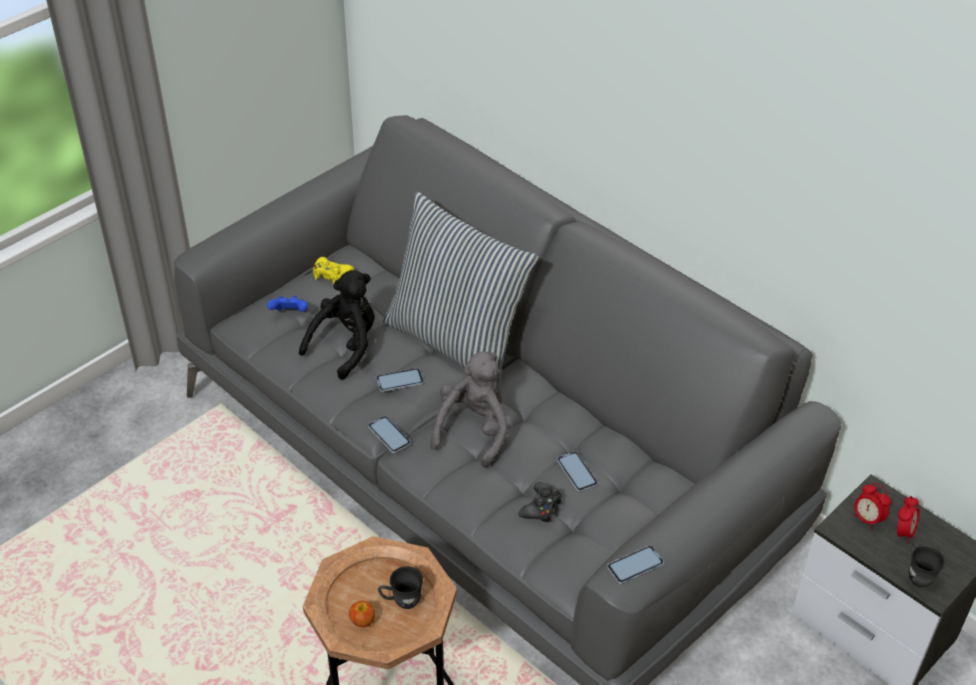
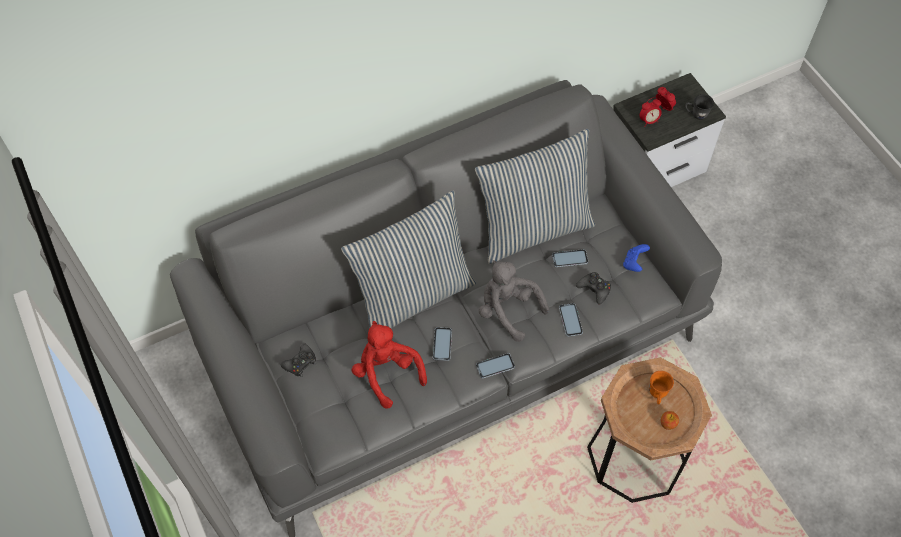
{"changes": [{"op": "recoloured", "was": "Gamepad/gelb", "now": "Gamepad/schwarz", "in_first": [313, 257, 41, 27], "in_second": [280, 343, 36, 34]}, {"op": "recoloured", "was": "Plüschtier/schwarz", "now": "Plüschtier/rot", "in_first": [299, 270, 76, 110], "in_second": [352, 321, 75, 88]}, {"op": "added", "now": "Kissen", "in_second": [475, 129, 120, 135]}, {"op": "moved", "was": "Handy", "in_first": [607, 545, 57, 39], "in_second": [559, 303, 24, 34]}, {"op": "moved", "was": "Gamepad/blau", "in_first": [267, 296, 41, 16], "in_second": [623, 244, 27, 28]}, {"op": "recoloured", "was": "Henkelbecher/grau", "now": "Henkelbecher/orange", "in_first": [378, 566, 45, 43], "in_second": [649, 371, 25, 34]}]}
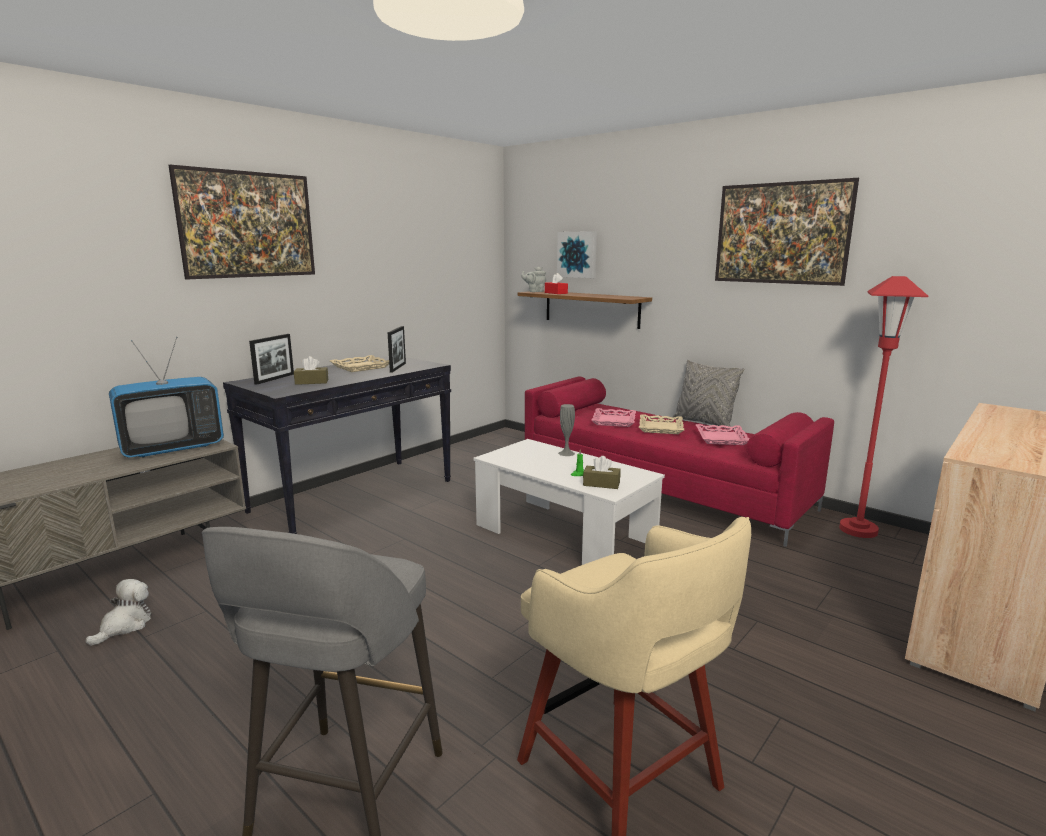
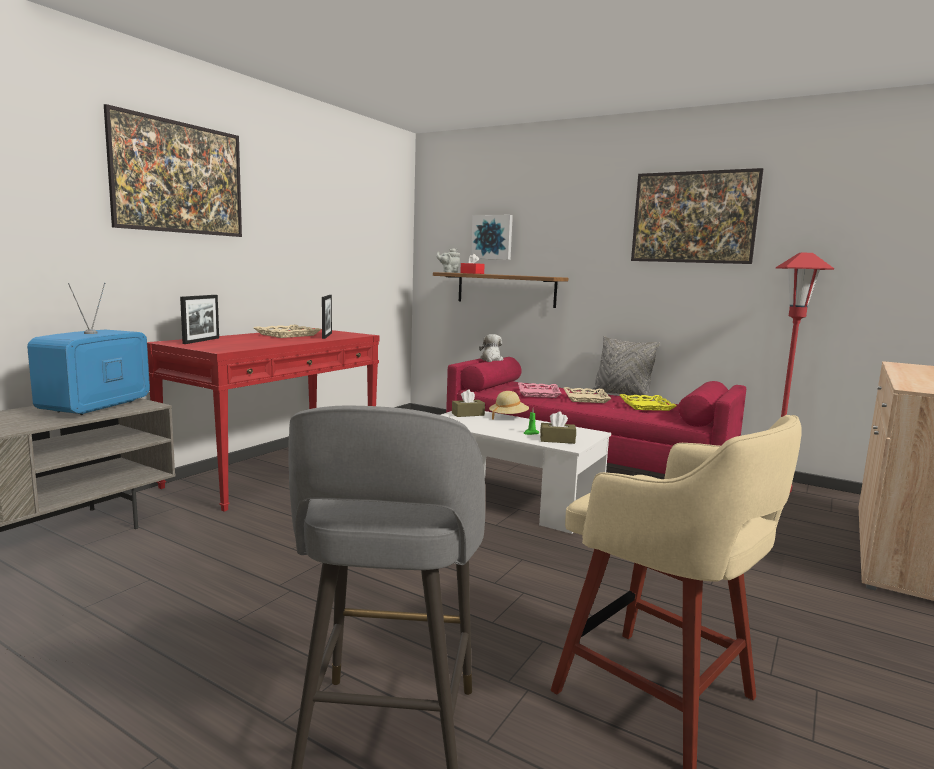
{"changes": [{"op": "turned", "was": "Fernseher", "in_first": [109, 337, 115, 120], "in_second": [27, 283, 123, 132], "clockwise": 150}, {"op": "recoloured", "was": "Konsolentisch/schwarz", "now": "Konsolentisch/rot", "in_first": [223, 356, 228, 178], "in_second": [147, 328, 233, 184]}, {"op": "moved", "was": "Taschentuchbox/braun", "in_first": [294, 356, 34, 29], "in_second": [452, 389, 33, 28]}, {"op": "moved", "was": "Plüschtier", "in_first": [85, 579, 66, 67], "in_second": [479, 334, 24, 28]}, {"op": "replaced", "was": "Vase/grau", "now": "Hut/beige", "in_first": [558, 404, 17, 52], "in_second": [489, 391, 40, 29]}, {"op": "recoloured", "was": "Tablett/rosa", "now": "Tablett/gelb", "in_first": [696, 424, 54, 21], "in_second": [620, 394, 57, 17]}]}
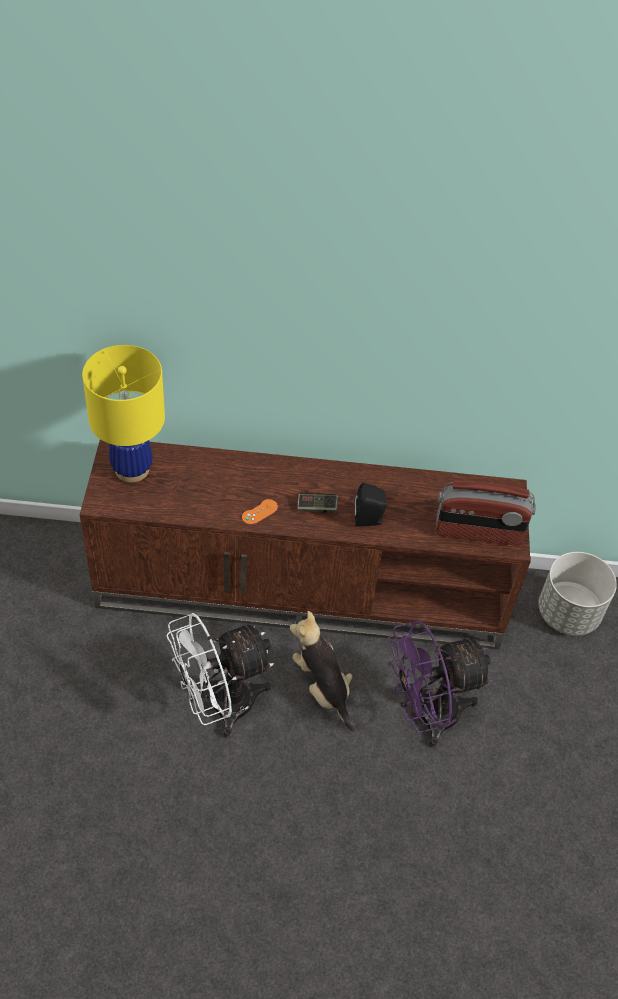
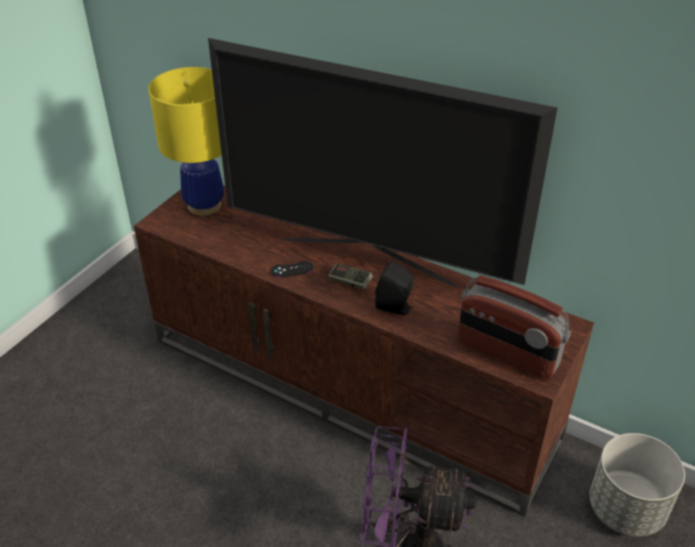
{"changes": [{"op": "added", "now": "Fernseher", "in_second": [208, 38, 349, 250]}, {"op": "recoloured", "was": "Gamepad/orange", "now": "Gamepad/schwarz", "in_first": [242, 499, 36, 26], "in_second": [271, 261, 42, 17]}, {"op": "removed", "was": "Ventilator/weiß", "in_first": [167, 613, 107, 125]}, {"op": "removed", "was": "Plüschtier", "in_first": [290, 611, 68, 121]}]}
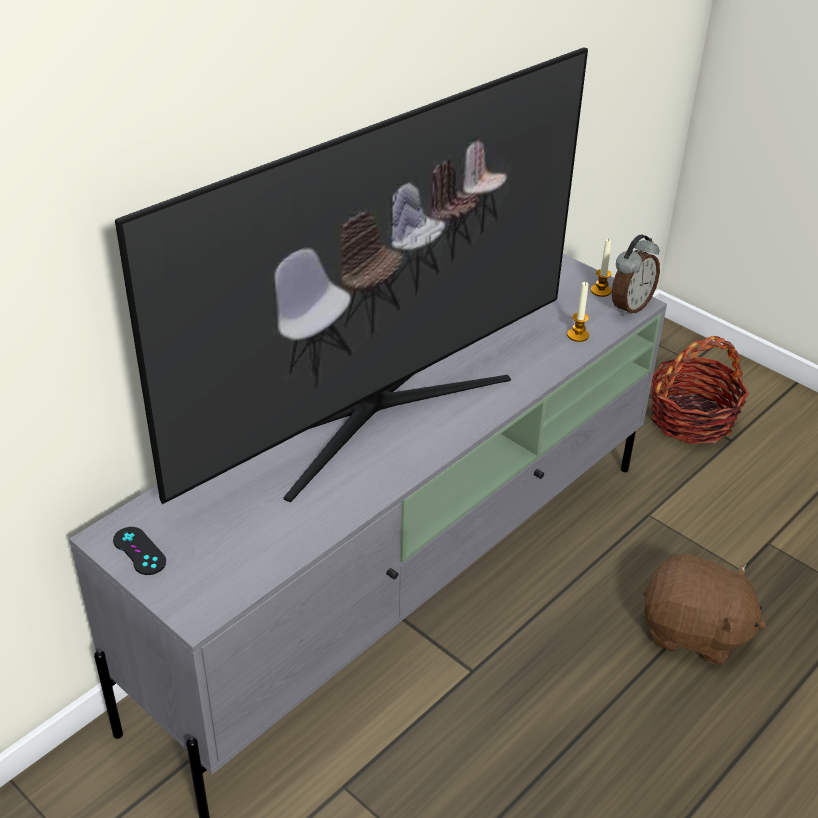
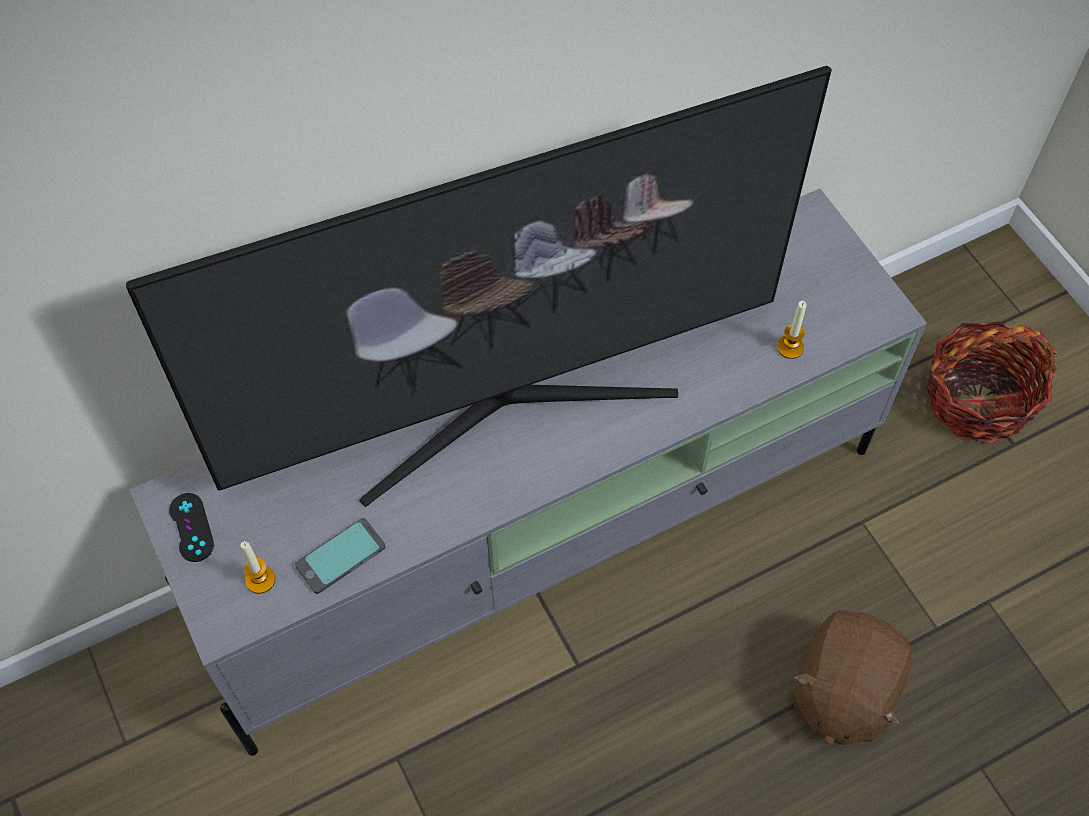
{"changes": [{"op": "moved", "was": "Kerze", "in_first": [591, 239, 21, 58], "in_second": [240, 541, 35, 53]}, {"op": "added", "now": "Handy", "in_second": [295, 518, 91, 76]}, {"op": "turned", "was": "Plüschtier/braun", "in_first": [643, 554, 124, 111], "in_second": [793, 610, 119, 136], "clockwise": 75}, {"op": "removed", "was": "Wecker", "in_first": [612, 234, 48, 83]}]}
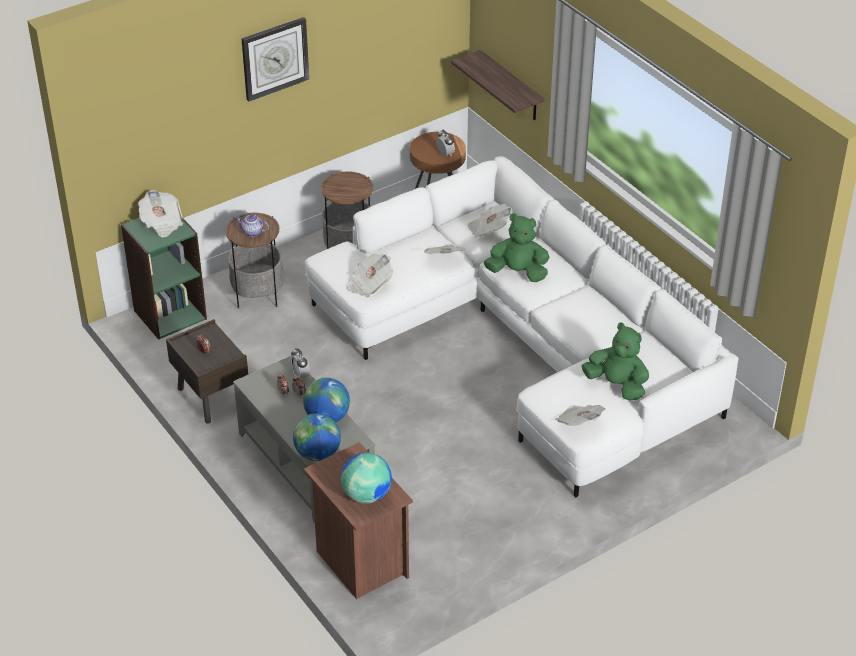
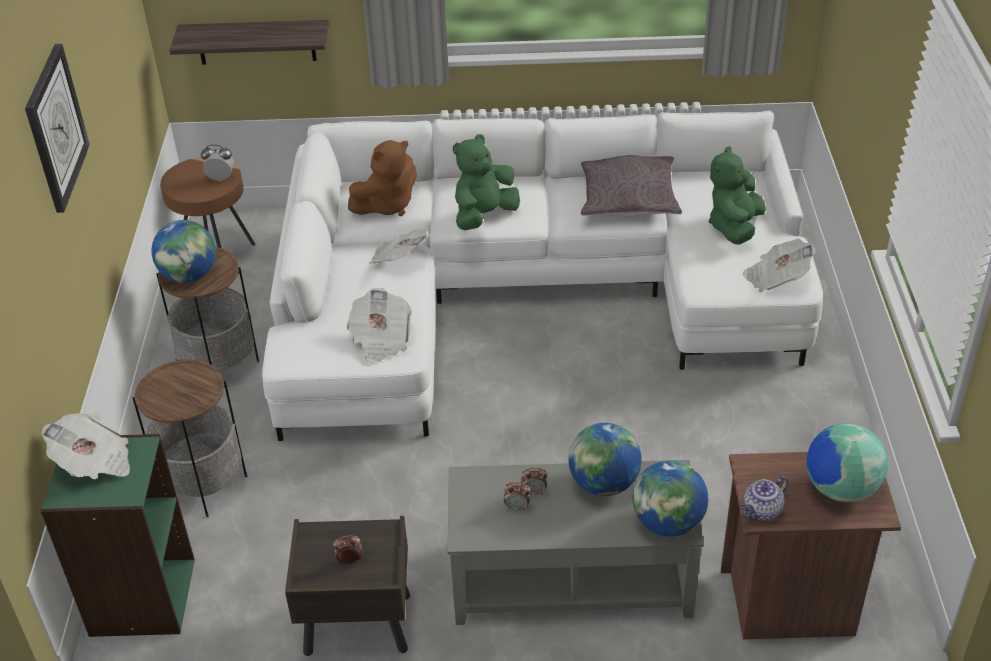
{"changes": [{"op": "added", "now": "Globus", "in_second": [152, 220, 64, 63]}, {"op": "replaced", "was": "Zeitung", "now": "Plüschtier/braun", "in_first": [467, 204, 46, 34], "in_second": [348, 140, 69, 76]}, {"op": "added", "now": "Kissen/grau", "in_second": [581, 155, 101, 62]}, {"op": "turned", "was": "Plüschtier/grün", "in_first": [582, 323, 67, 78], "in_second": [709, 146, 57, 99], "clockwise": -45}, {"op": "moved", "was": "Teekanne", "in_first": [235, 215, 34, 22], "in_second": [742, 476, 46, 45]}, {"op": "removed", "was": "Wecker", "in_first": [291, 348, 19, 30]}]}
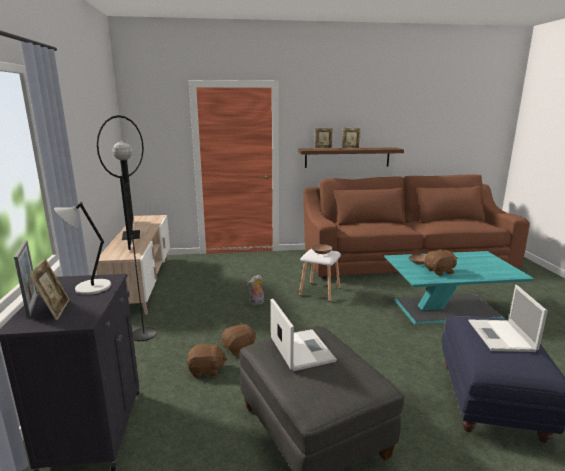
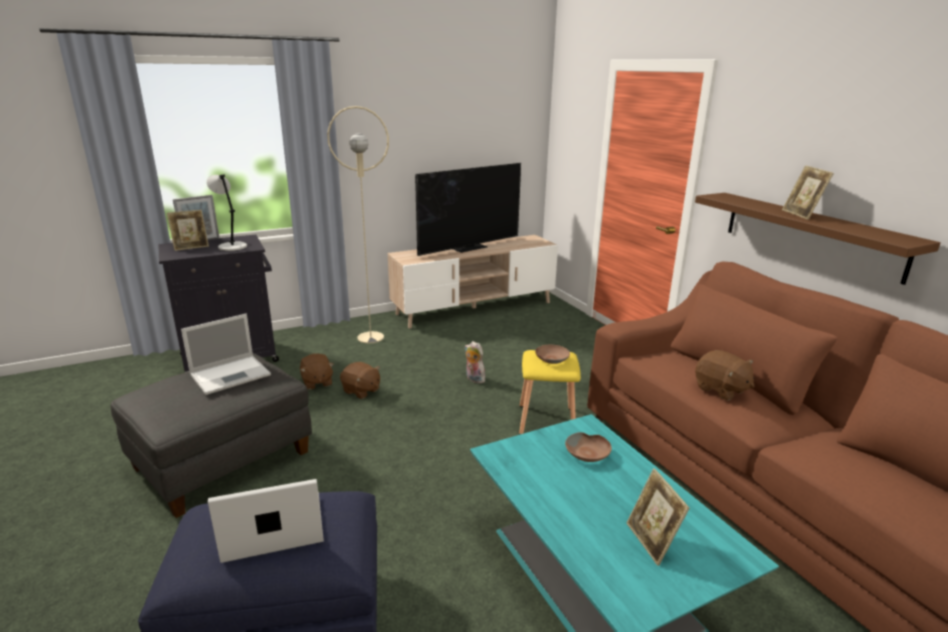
{"changes": [{"op": "recoloured", "was": "Stehlampe/schwarz", "now": "Stehlampe/beige", "in_first": [97, 115, 60, 226], "in_second": [327, 106, 62, 237]}, {"op": "recoloured", "was": "Hocker/weiß", "now": "Hocker/gelb", "in_first": [299, 248, 42, 54], "in_second": [519, 350, 62, 84]}, {"op": "moved", "was": "Bilderrahmen", "in_first": [314, 128, 19, 21], "in_second": [627, 468, 63, 98]}, {"op": "moved", "was": "Plüschtier/braun", "in_first": [425, 250, 33, 26], "in_second": [695, 350, 60, 50]}]}
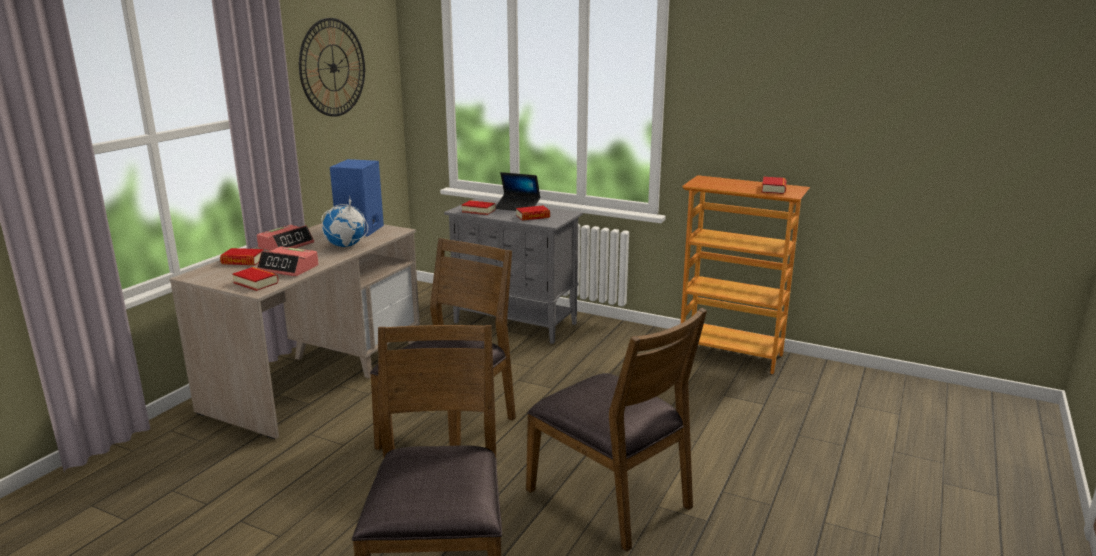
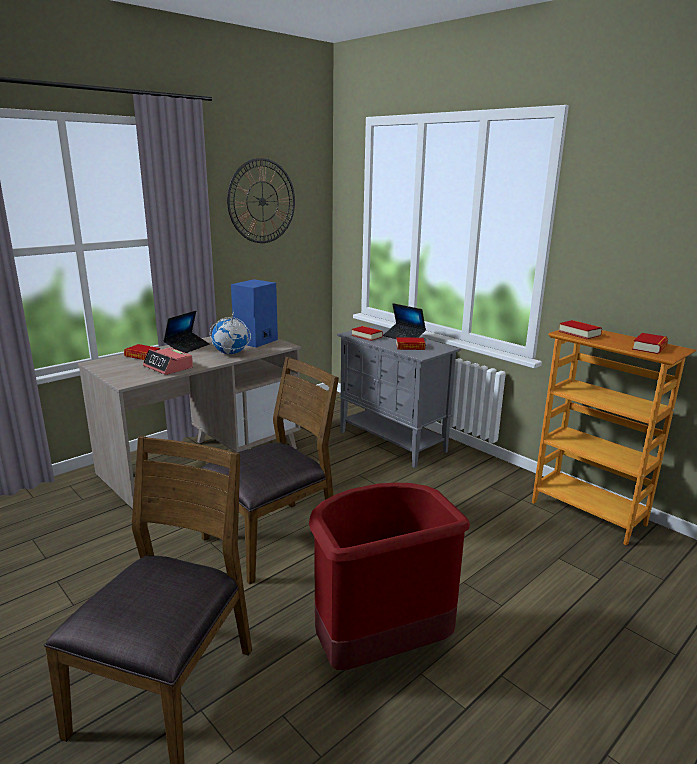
{"changes": [{"op": "replaced", "was": "Wecker", "now": "Laptop", "in_first": [257, 225, 57, 26], "in_second": [163, 311, 46, 42]}, {"op": "replaced", "was": "Stuhl/braun", "now": "Mülleimer/rot", "in_first": [526, 308, 181, 244], "in_second": [309, 483, 161, 187]}, {"op": "moved", "was": "Buch", "in_first": [232, 267, 47, 24], "in_second": [558, 320, 44, 19]}]}
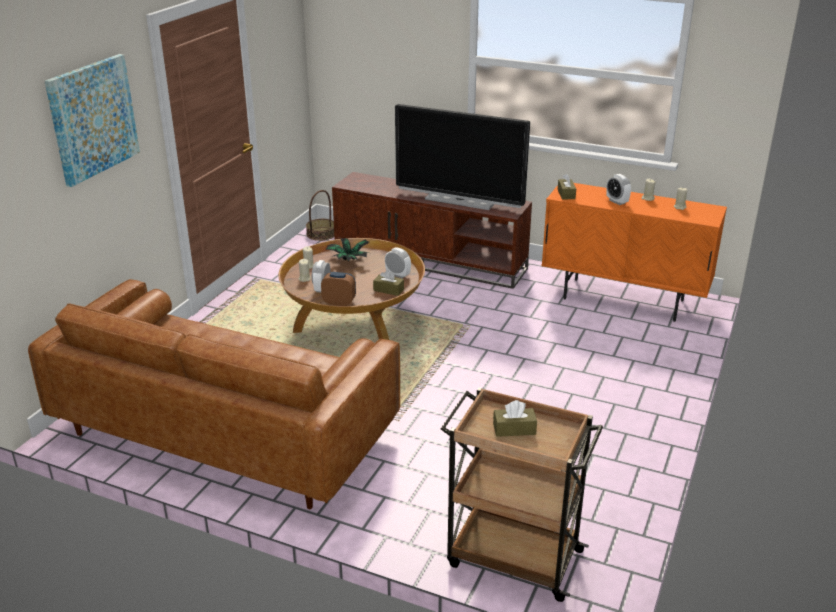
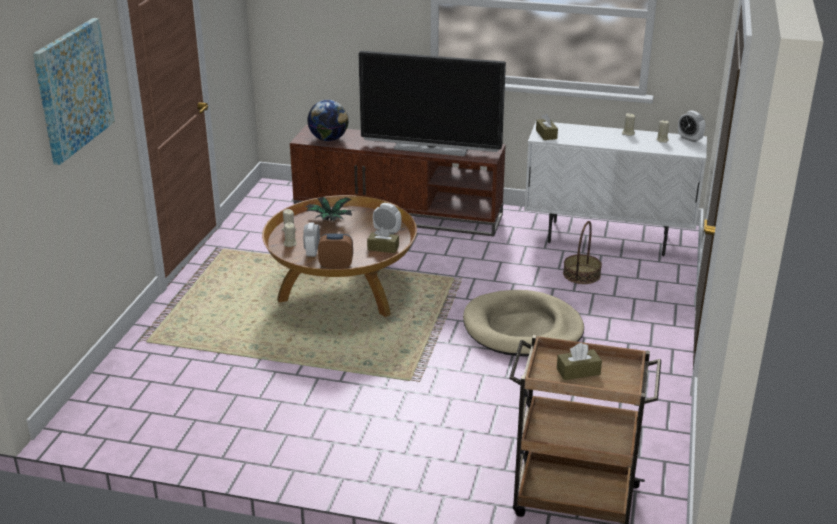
{"changes": [{"op": "added", "now": "Globus", "in_second": [307, 100, 42, 41]}, {"op": "added", "now": "Hundebett/beige", "in_second": [463, 290, 121, 66]}, {"op": "recoloured", "was": "Schrank/orange", "now": "Schrank/weiß", "in_first": [541, 183, 186, 139], "in_second": [524, 122, 183, 134]}, {"op": "moved", "was": "Korb", "in_first": [306, 190, 28, 51], "in_second": [563, 221, 39, 63]}, {"op": "moved", "was": "Wecker", "in_first": [606, 174, 25, 31], "in_second": [678, 111, 27, 31]}, {"op": "removed", "was": "Sofa/braun", "in_first": [28, 279, 372, 230]}]}
